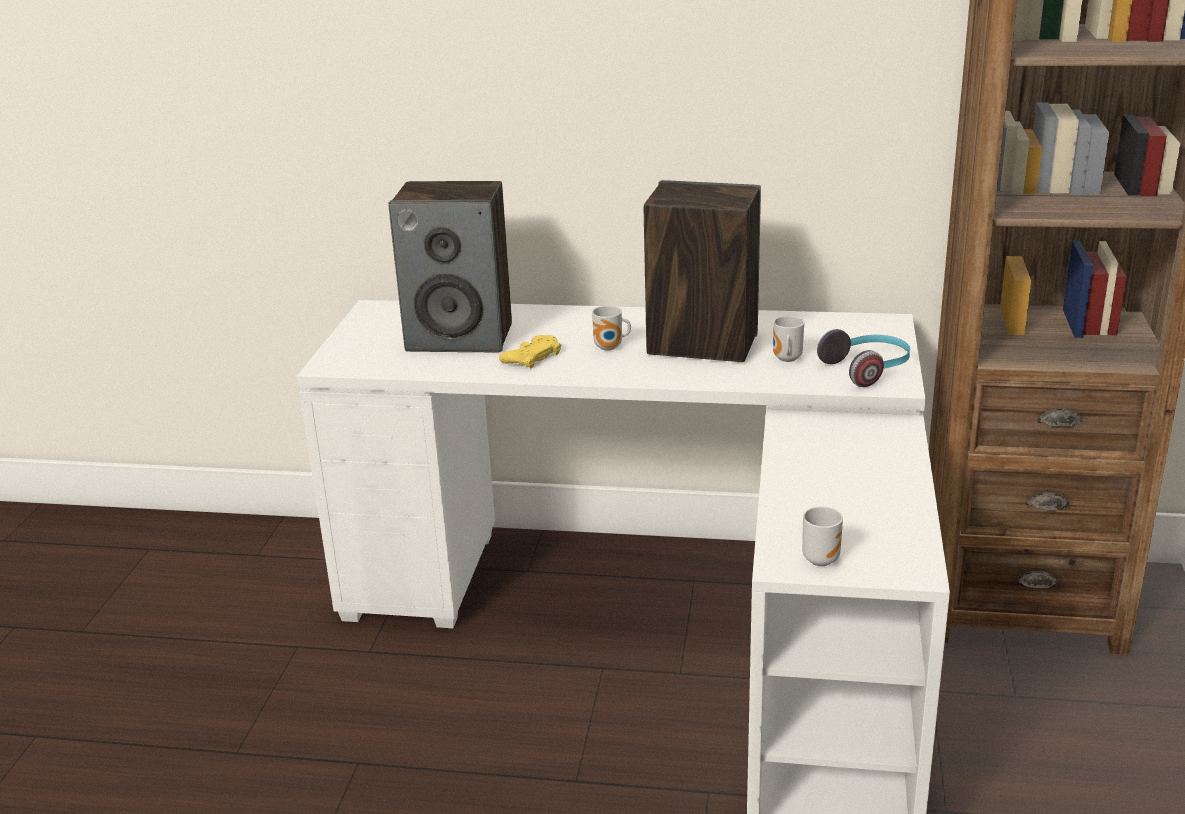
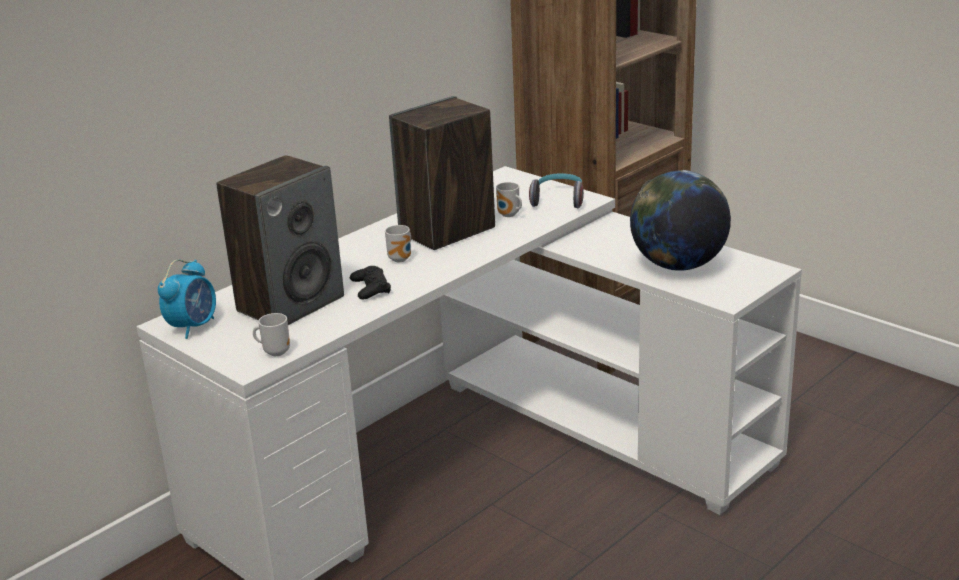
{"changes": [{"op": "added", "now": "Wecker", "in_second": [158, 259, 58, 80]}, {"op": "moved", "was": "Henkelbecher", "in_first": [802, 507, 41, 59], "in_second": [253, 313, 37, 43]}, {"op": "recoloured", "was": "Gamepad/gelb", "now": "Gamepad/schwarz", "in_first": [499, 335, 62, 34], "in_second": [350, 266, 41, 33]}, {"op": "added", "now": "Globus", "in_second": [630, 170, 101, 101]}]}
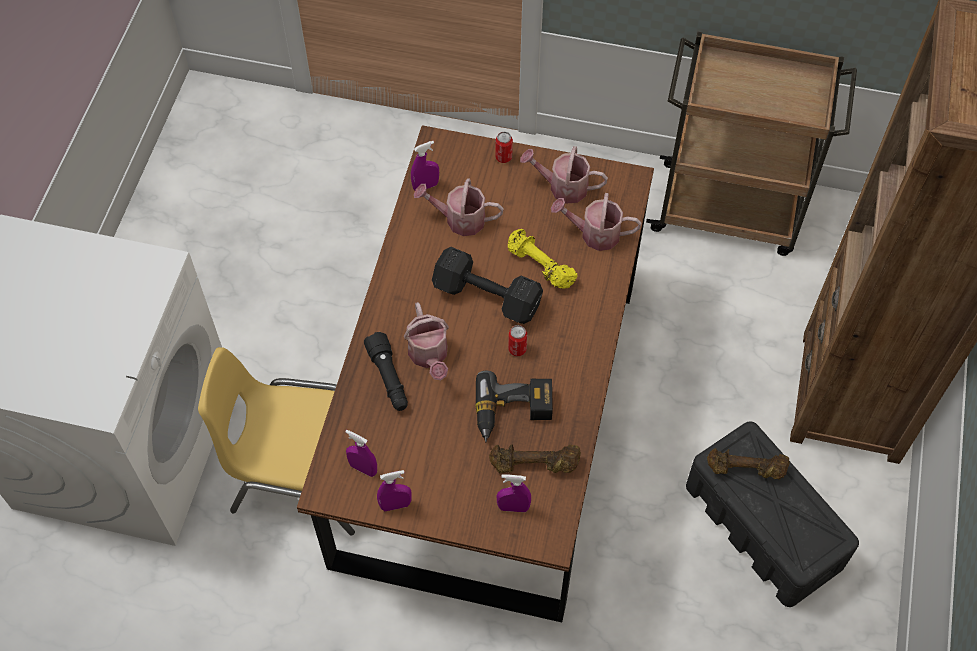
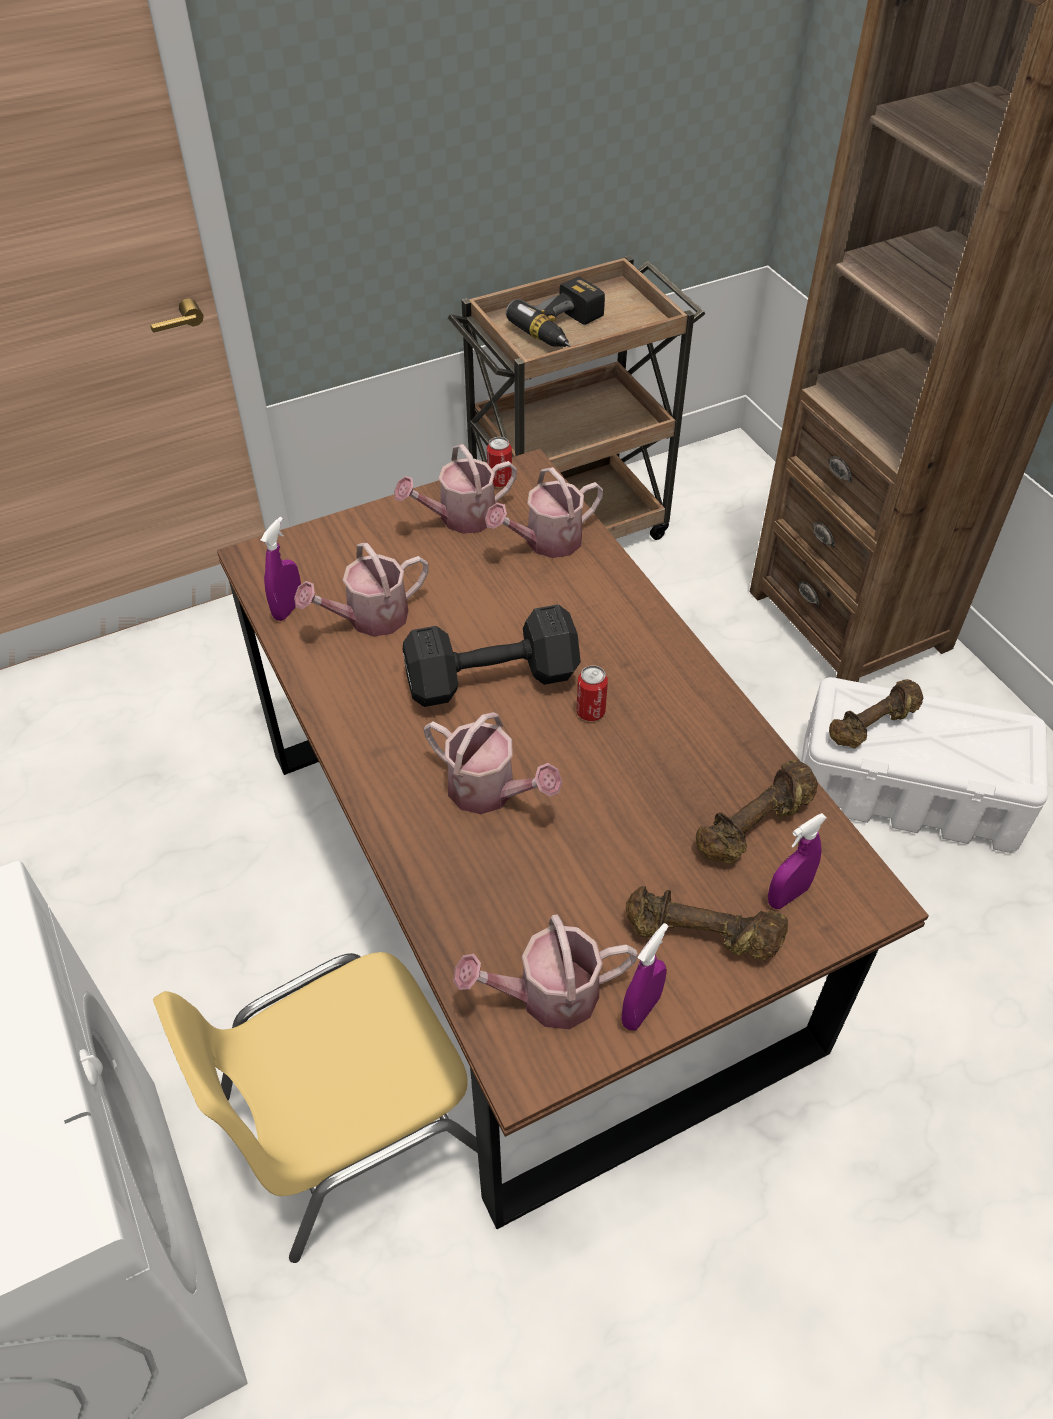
{"changes": [{"op": "replaced", "was": "Sprühflasche/lila", "now": "Gießkanne", "in_first": [345, 430, 32, 47], "in_second": [453, 914, 185, 115]}, {"op": "moved", "was": "Dose", "in_first": [495, 132, 18, 31], "in_second": [487, 437, 25, 50]}, {"op": "moved", "was": "Bohrmaschine", "in_first": [475, 371, 78, 71], "in_second": [506, 277, 99, 70]}, {"op": "added", "now": "Hantel/braun", "in_second": [626, 886, 162, 74]}, {"op": "recoloured", "was": "Aufbewahrungsbox/schwarz", "now": "Aufbewahrungsbox/weiß", "in_first": [686, 421, 173, 186], "in_second": [801, 677, 247, 176]}, {"op": "removed", "was": "Taschenlampe/schwarz", "in_first": [364, 332, 44, 79]}, {"op": "removed", "was": "Hantel/gelb", "in_first": [508, 229, 70, 60]}]}
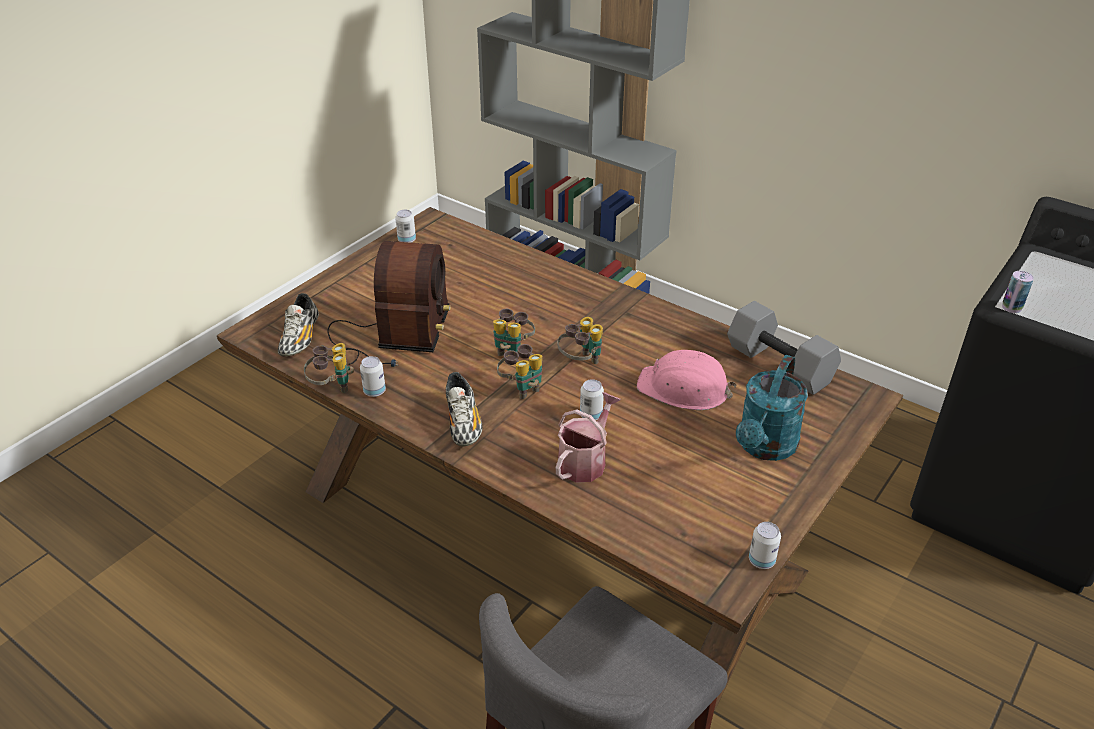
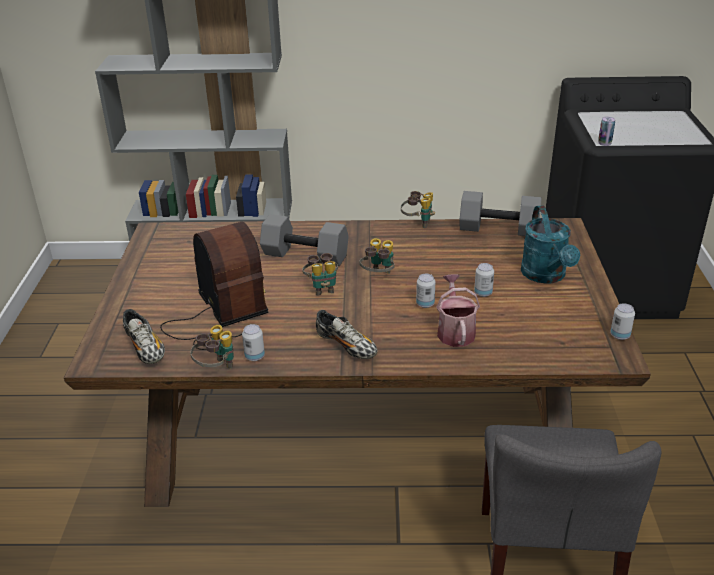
{"changes": [{"op": "added", "now": "Hantel/grau", "in_second": [260, 214, 89, 52]}, {"op": "moved", "was": "Fernglas", "in_first": [497, 344, 45, 55], "in_second": [401, 191, 34, 37]}, {"op": "moved", "was": "Dose", "in_first": [395, 210, 21, 33], "in_second": [474, 263, 20, 34]}, {"op": "removed", "was": "Schutzhelm/rosa", "in_first": [637, 350, 100, 60]}]}
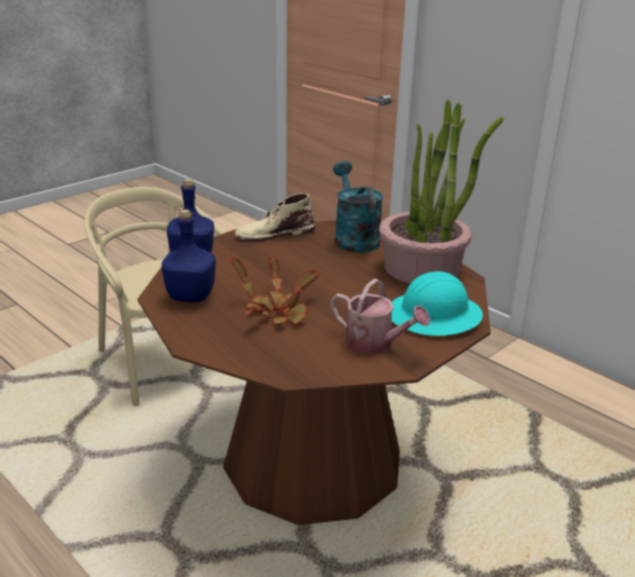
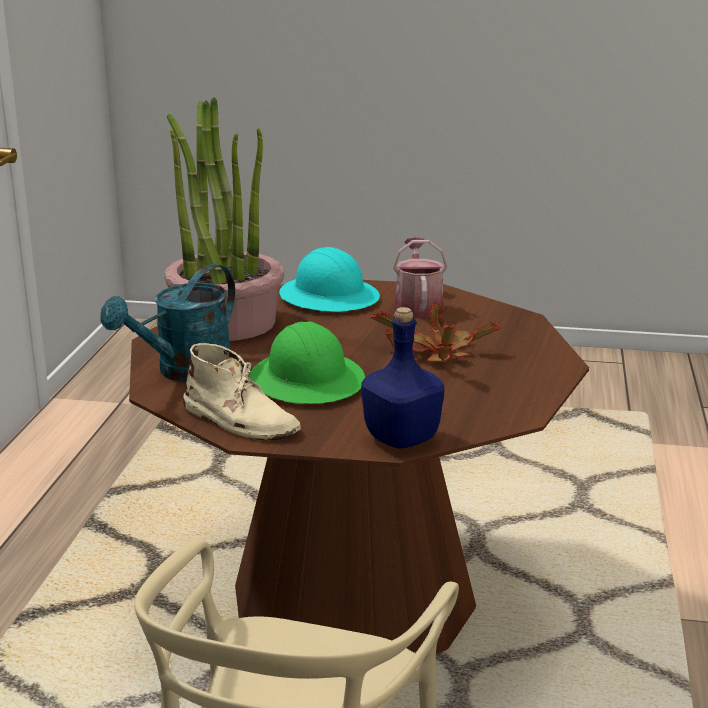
{"changes": [{"op": "added", "now": "Schutzhelm/grün", "in_second": [249, 322, 116, 82]}, {"op": "removed", "was": "Flasche/blau", "in_first": [162, 209, 54, 94]}]}
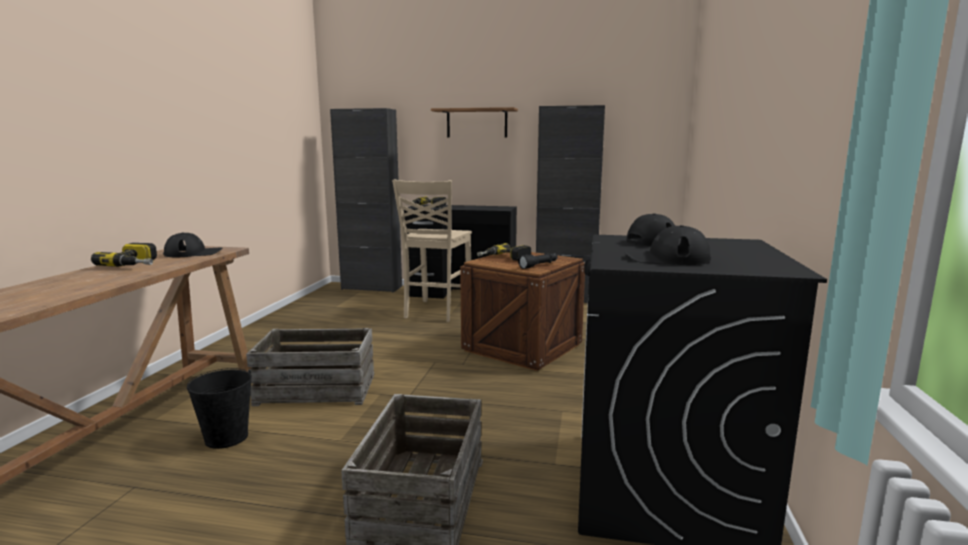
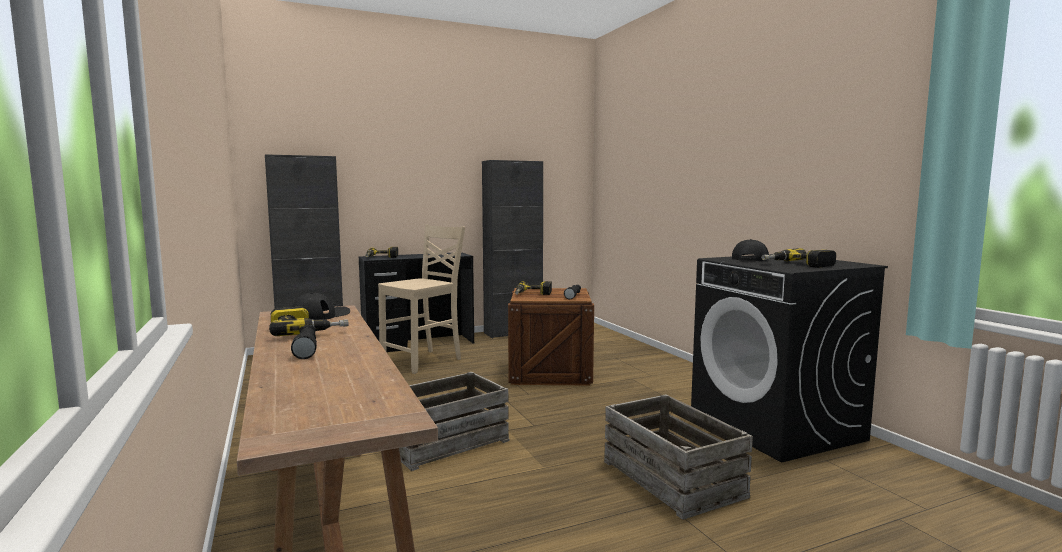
{"changes": [{"op": "added", "now": "Taschenlampe/schwarz", "in_second": [291, 324, 26, 35]}, {"op": "turned", "was": "Stuhl/beige", "in_first": [392, 179, 80, 143], "in_second": [378, 225, 87, 149], "clockwise": -120}, {"op": "replaced", "was": "Kappe/schwarz", "now": "Bohrmaschine", "in_first": [624, 225, 87, 40], "in_second": [761, 248, 75, 20]}, {"op": "removed", "was": "Eimer/schwarz", "in_first": [186, 368, 66, 81]}, {"op": "removed", "was": "Wandregal", "in_first": [431, 107, 87, 31]}]}
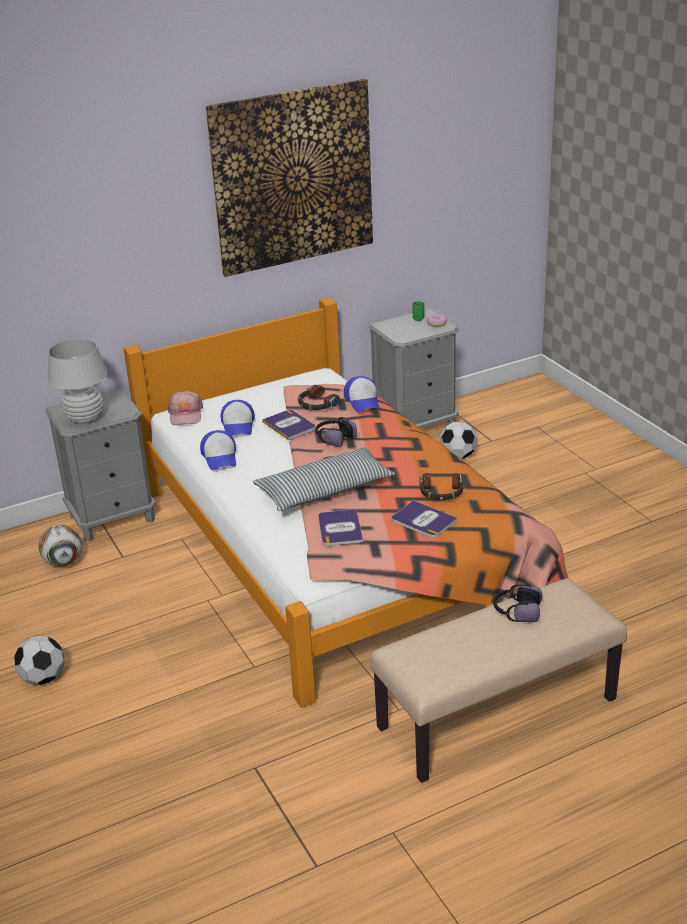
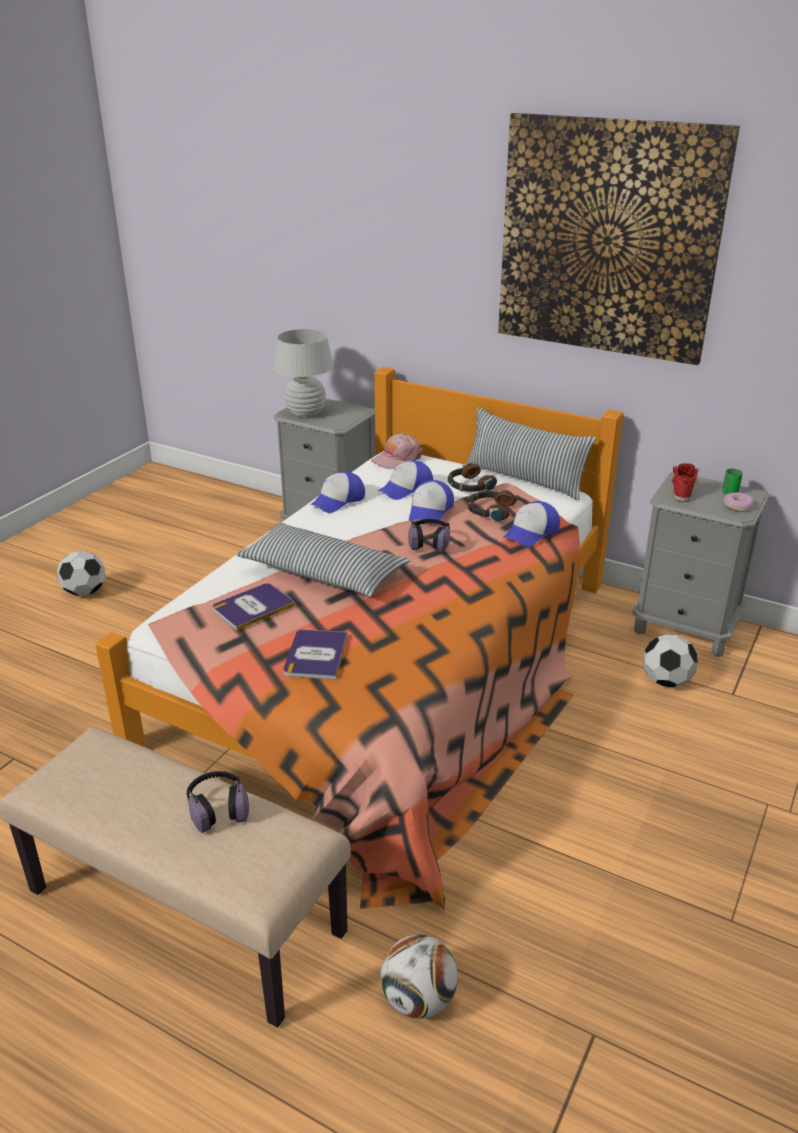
{"changes": [{"op": "moved", "was": "Fußball", "in_first": [39, 525, 43, 42], "in_second": [381, 935, 77, 84]}, {"op": "replaced", "was": "Buch", "now": "Kappe", "in_first": [262, 410, 54, 30], "in_second": [409, 480, 45, 44]}, {"op": "moved", "was": "Kopfhörer", "in_first": [420, 473, 43, 27], "in_second": [448, 463, 49, 29]}, {"op": "added", "now": "Kissen", "in_second": [465, 407, 131, 94]}, {"op": "added", "now": "Schuh/rot", "in_second": [672, 463, 28, 39]}]}
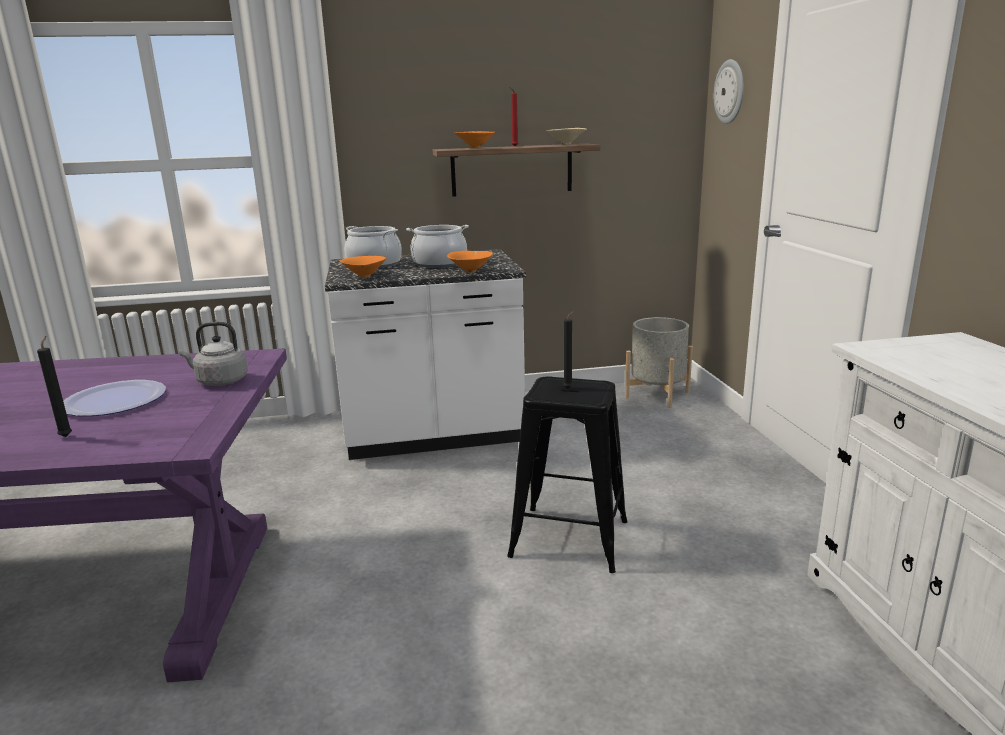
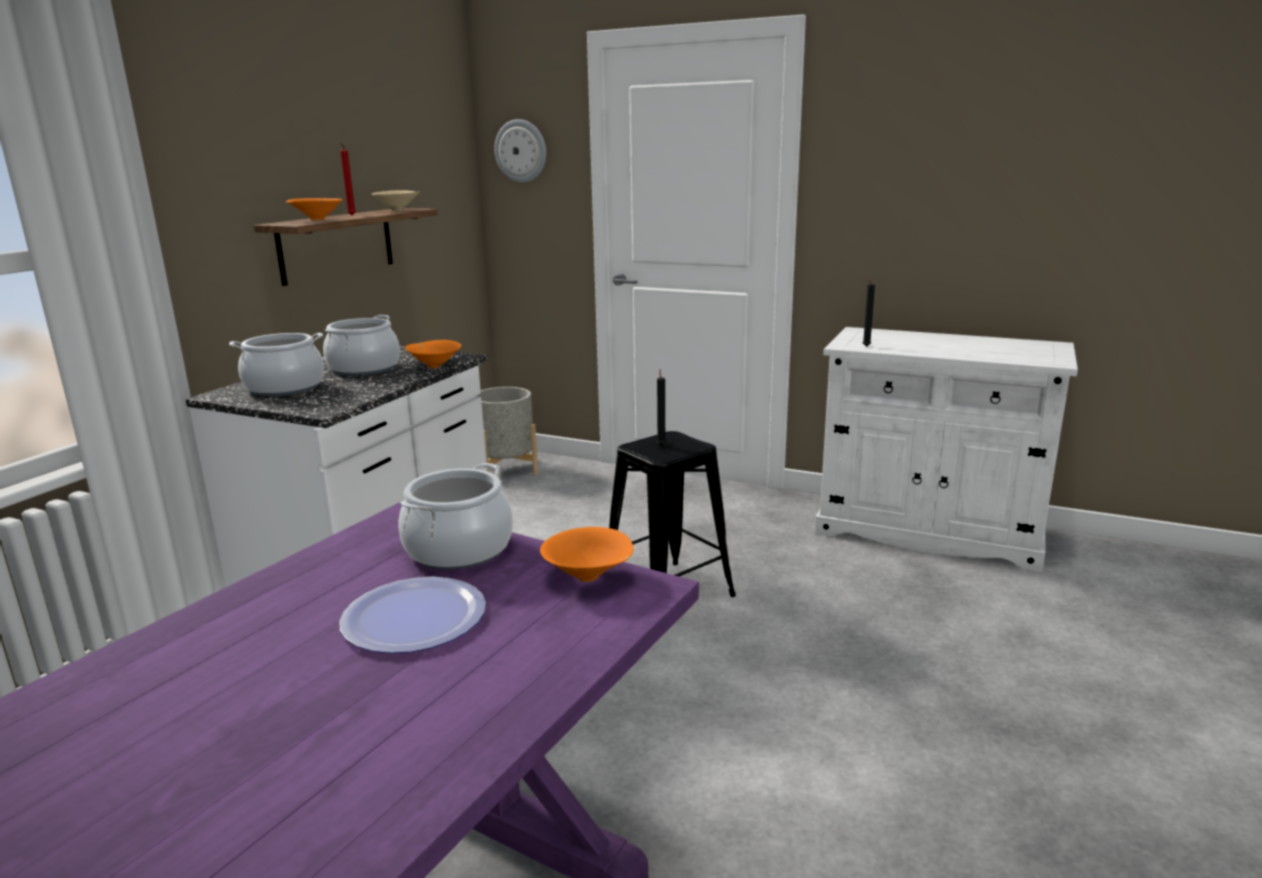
{"changes": [{"op": "replaced", "was": "Wasserkessel/grau", "now": "Kochtopf", "in_first": [179, 322, 69, 64], "in_second": [398, 463, 115, 107]}, {"op": "moved", "was": "Schüssel/orange", "in_first": [340, 256, 47, 22], "in_second": [540, 527, 94, 55]}, {"op": "moved", "was": "Kerze/schwarz", "in_first": [37, 336, 35, 101], "in_second": [863, 277, 12, 70]}]}
